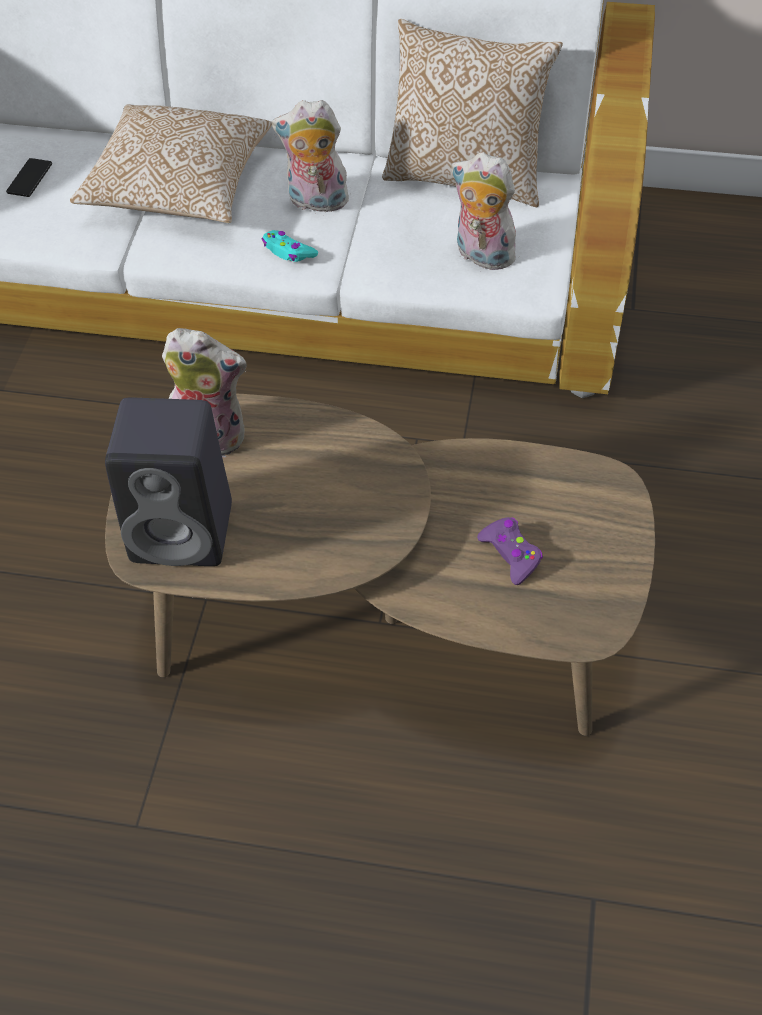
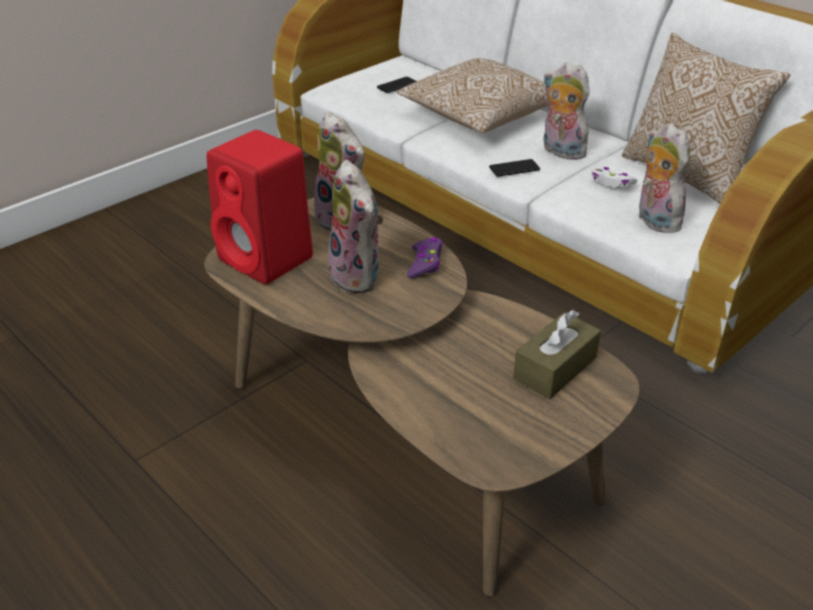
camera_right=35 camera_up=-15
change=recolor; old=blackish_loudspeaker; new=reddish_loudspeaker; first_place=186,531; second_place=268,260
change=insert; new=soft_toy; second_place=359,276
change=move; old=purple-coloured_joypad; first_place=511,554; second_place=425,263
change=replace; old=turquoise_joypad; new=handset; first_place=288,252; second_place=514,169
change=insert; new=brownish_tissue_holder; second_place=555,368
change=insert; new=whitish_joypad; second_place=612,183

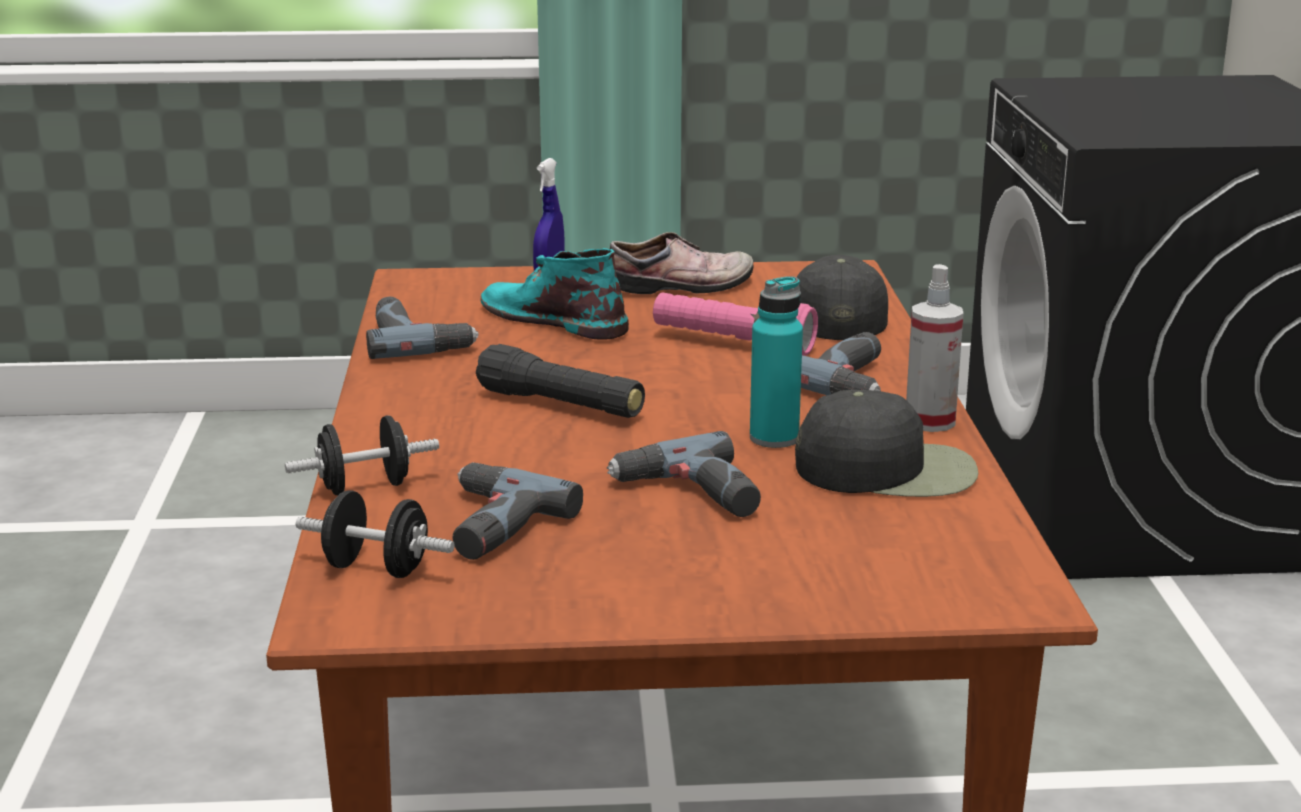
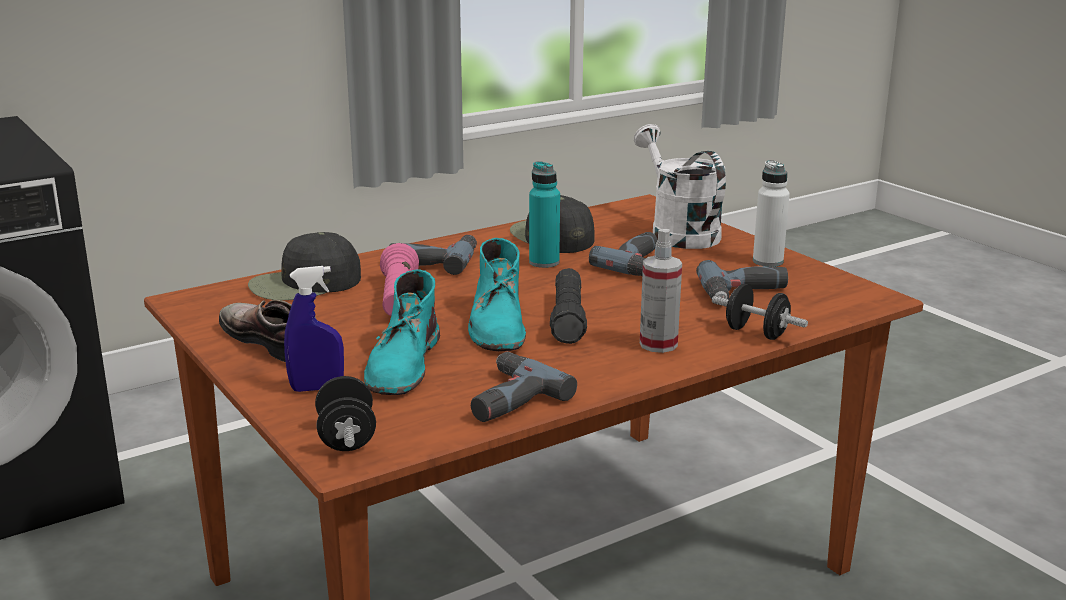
camera_right=-120 camera_up=0
change=move; old=blackish_dumbbell; first_place=377,569; second_place=346,438
change=insert; new=turquoise_high-top_boot; second_place=497,325
change=insert; new=whitish_watering_can; second_place=678,232
change=move; old=sprayer; first_place=930,422; second_place=658,344
change=insert; new=whitish_drink_bottle; second_place=767,261

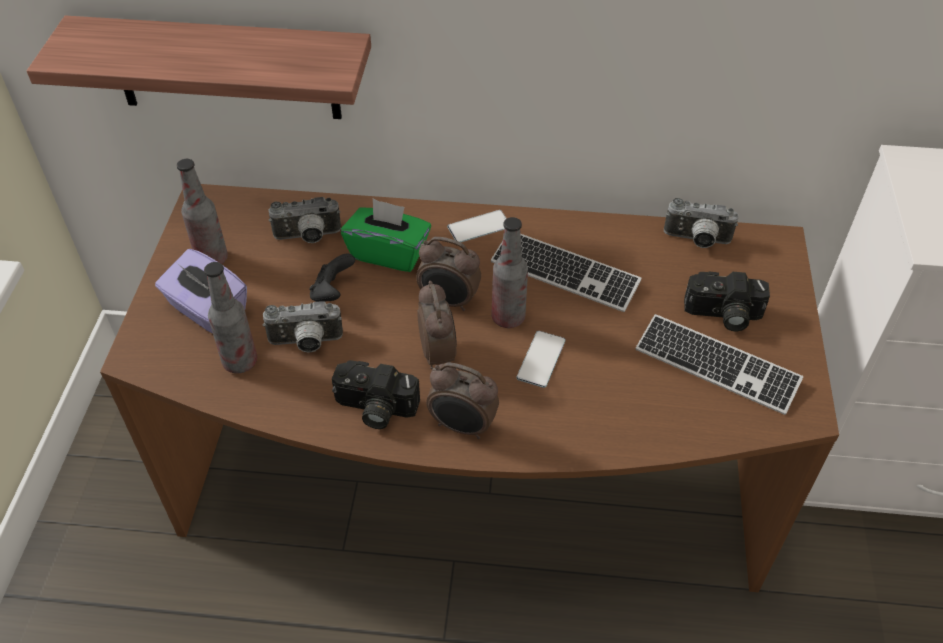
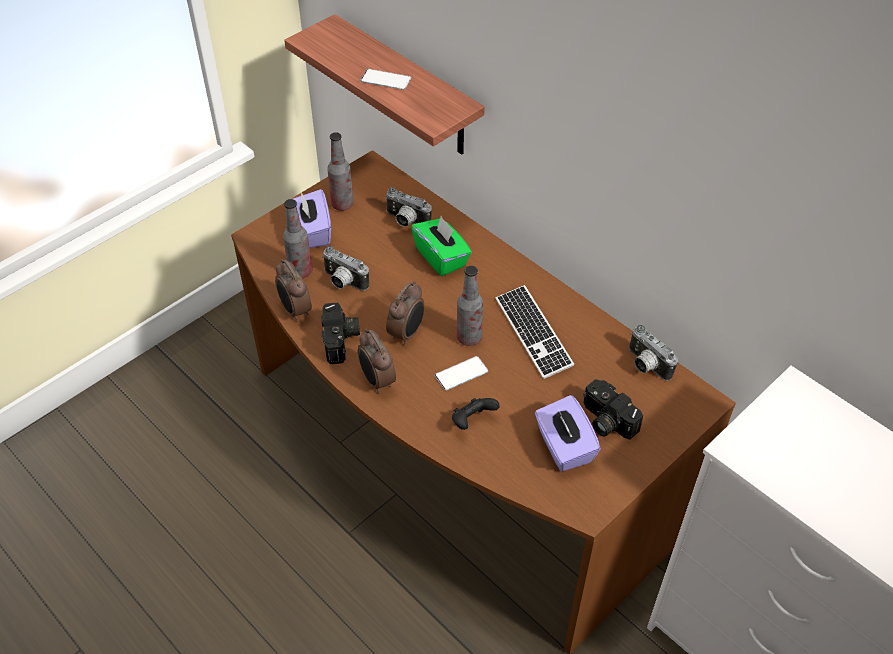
camera_right=40 camera_up=0
change=move; old=alarm_clock; first_place=449,301; second_place=295,310
change=rotate; old=photo_camera; first_place=374,408; second_place=342,340; degrees=-150
change=move; old=handset; first_place=479,227; second_place=386,80
change=move; old=blackish_joypad; first_place=332,293; second_place=472,421
change=replace; old=keyboard; new=purple-coloured_tissue_holder; first_place=716,366; second_place=563,447

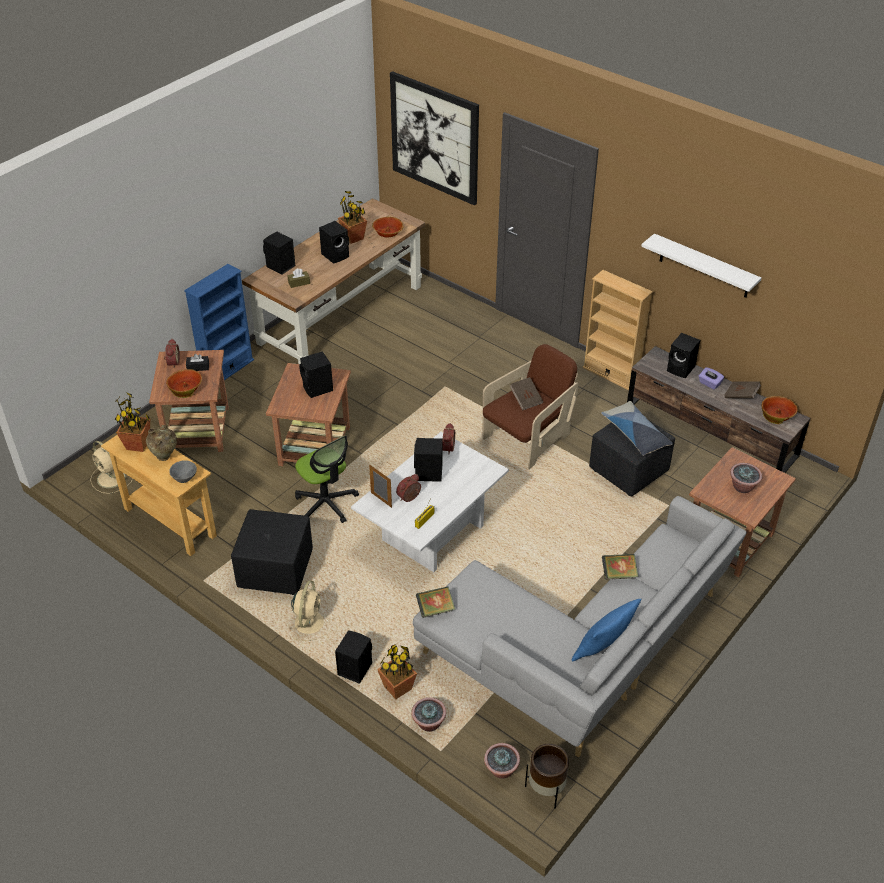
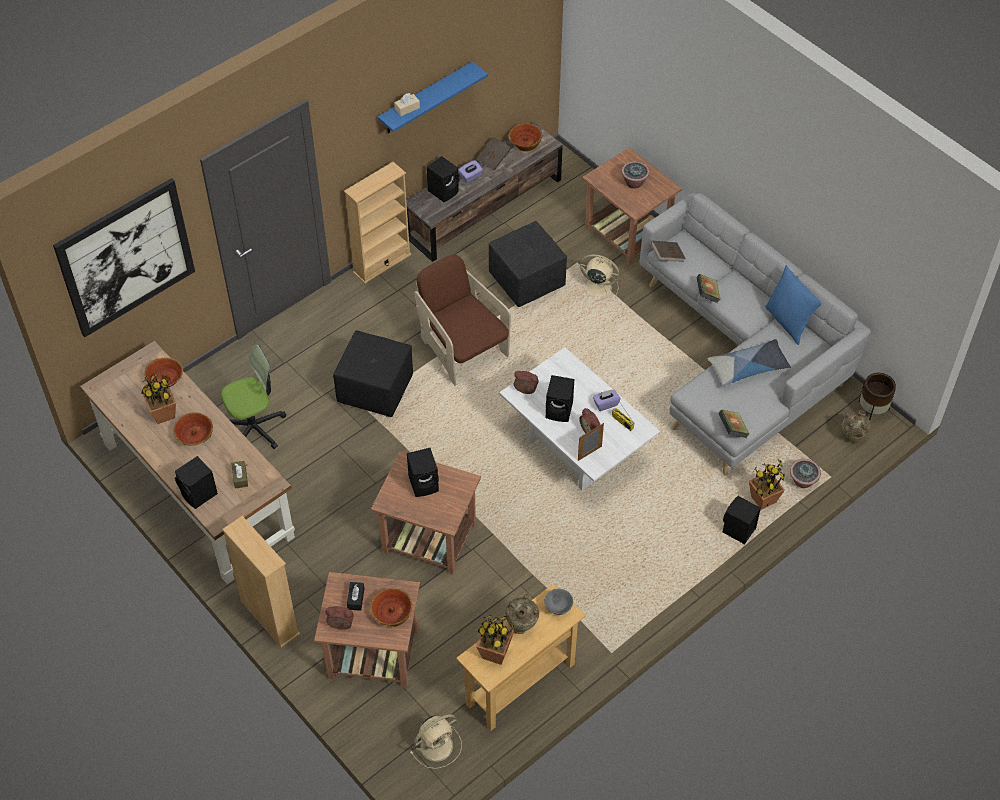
camera_right=-80 camera_up=10
change=replace; old=blackish_loudspeaker; new=deep_dish; first_place=336,255; second_place=194,435
change=move; old=computer_chair; first_place=326,504; second_place=254,427
change=recolor; old=bluish_bookshelf; new=sand-coloured_bookshelf; first_place=227,370; second_place=270,617
change=move; old=blackish_pouffe; first_place=276,570; second_place=375,390
change=recolor; old=whitish_shelf; new=bluish_shelf; first_place=704,266; second_place=426,99
change=insert; new=sand-coloured_tissue_holder; second_place=407,108
change=move; old=sand-coloured_fan; first_place=309,621; second_place=597,286
change=insert; new=purple-coloured_tissue_holder; second_place=605,404
change=move; old=brownish_book; first_place=526,399; second_place=667,256
change=move; old=pillow; first_place=635,434; second_place=748,368
change=replace; old=potted_plant; new=sand-coloured_vase; first_place=501,770; second_place=852,438

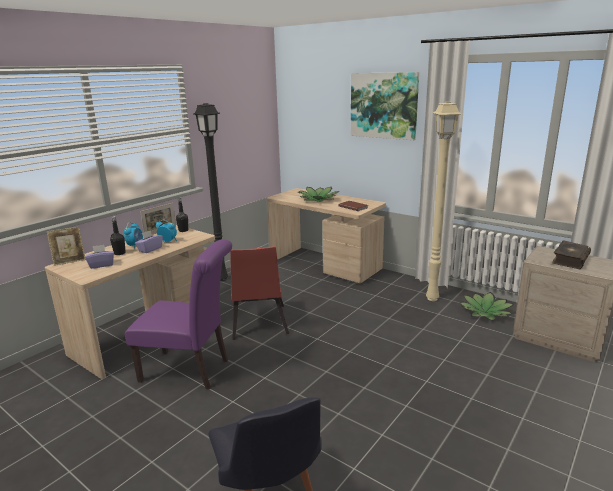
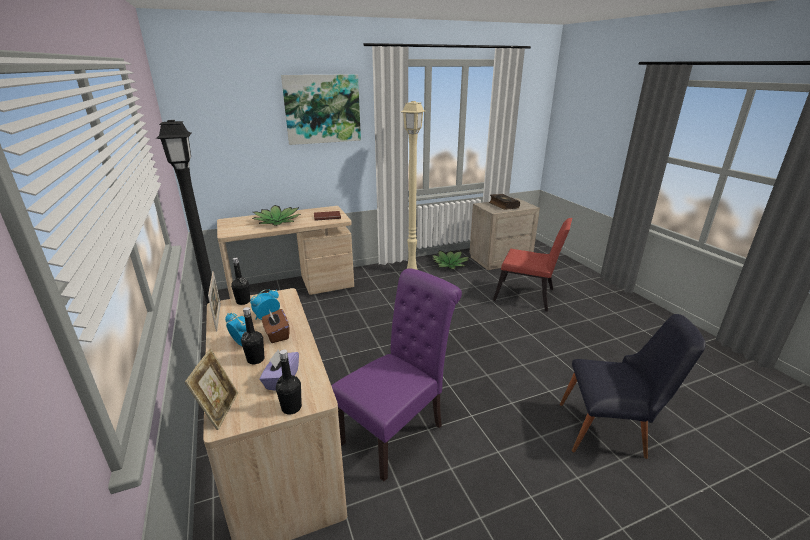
camera_right=-60 camera_up=5
change=recolor; old=purple-coloured_tissue_holder; new=brownish_tissue_holder; first_place=150,249; second_place=276,334
change=insert; new=blackish_drink_bottle; second_place=291,408
change=move; old=reddish_plain_chair; first_place=258,324; second_place=528,296

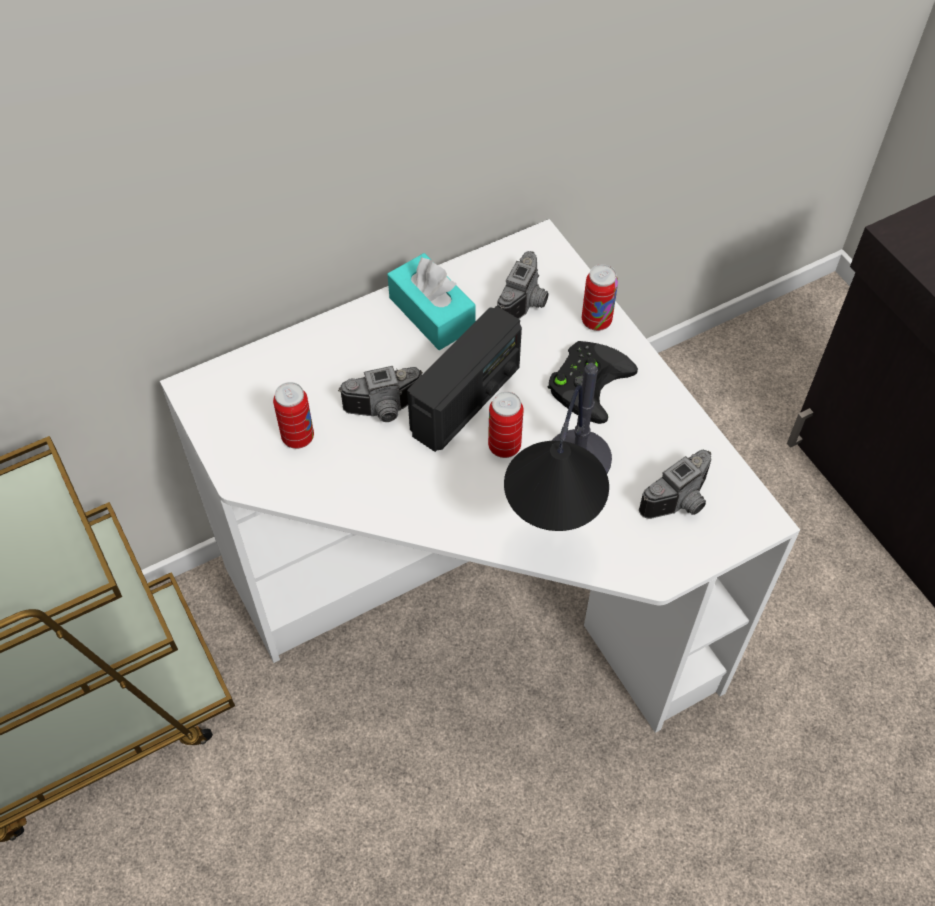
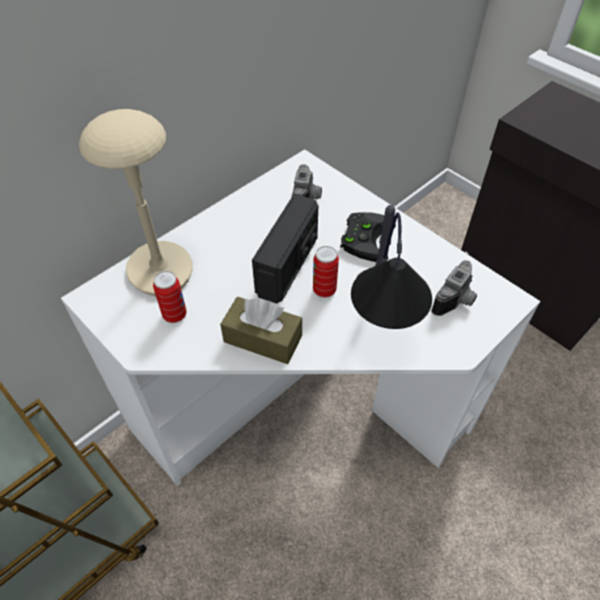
camera_right=-15 camera_up=-5
change=insert; new=sand-coloured_lamp_for_a_table; second_place=161,270
change=insert; new=brownish_tissue_holder; second_place=263,338
change=delete; old=photo_camera; first_place=385,410
change=delete; old=turquoise_tissue_holder; first_place=432,313
change=delete; old=can; first_place=596,321

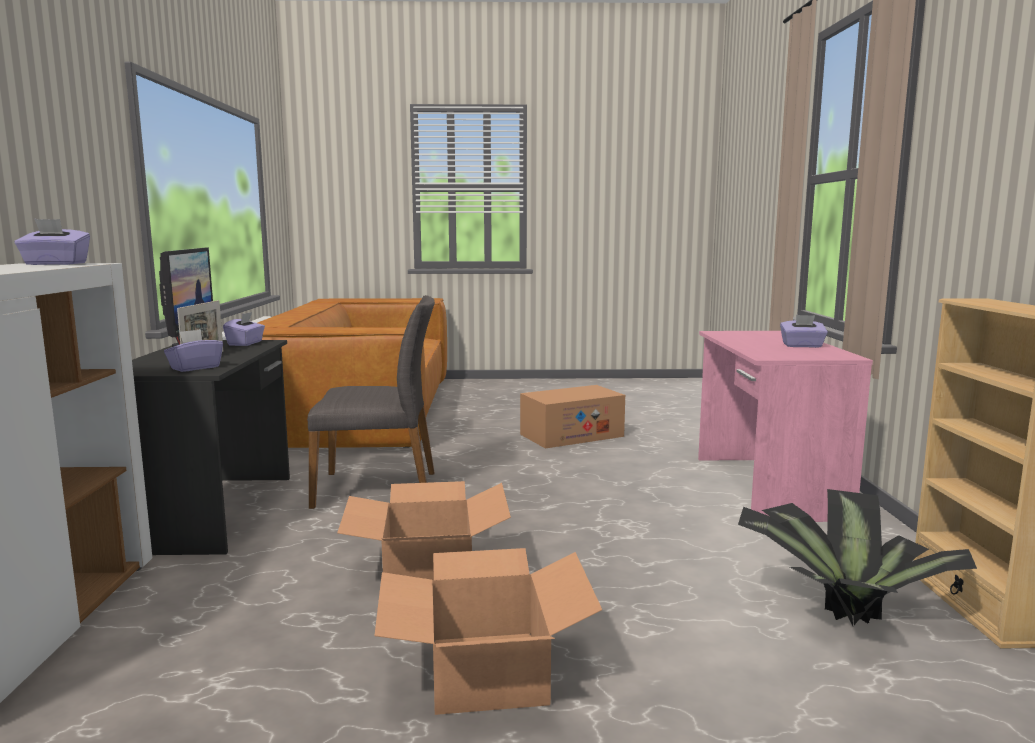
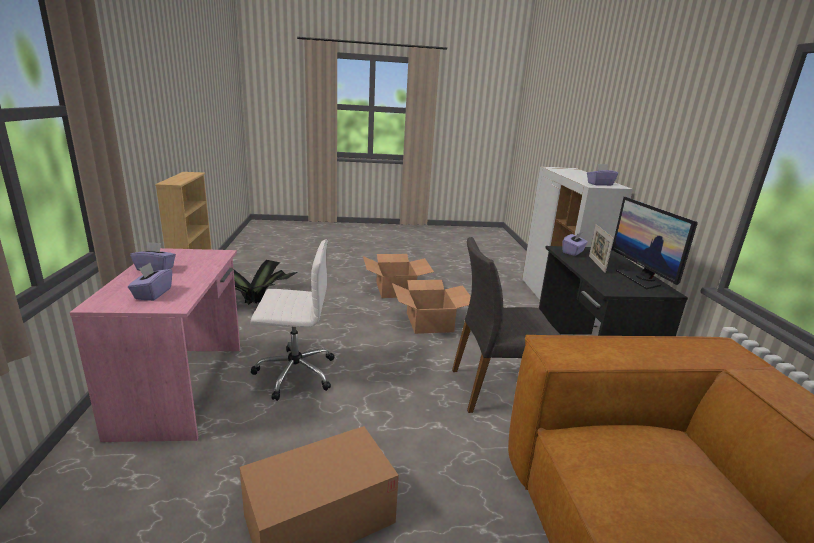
camera_right=175 camera_up=10
change=move; old=purple-coloured_tissue_holder; first_place=246,343; second_place=152,294
change=insert; new=whitish_computer_chair; second_place=294,373

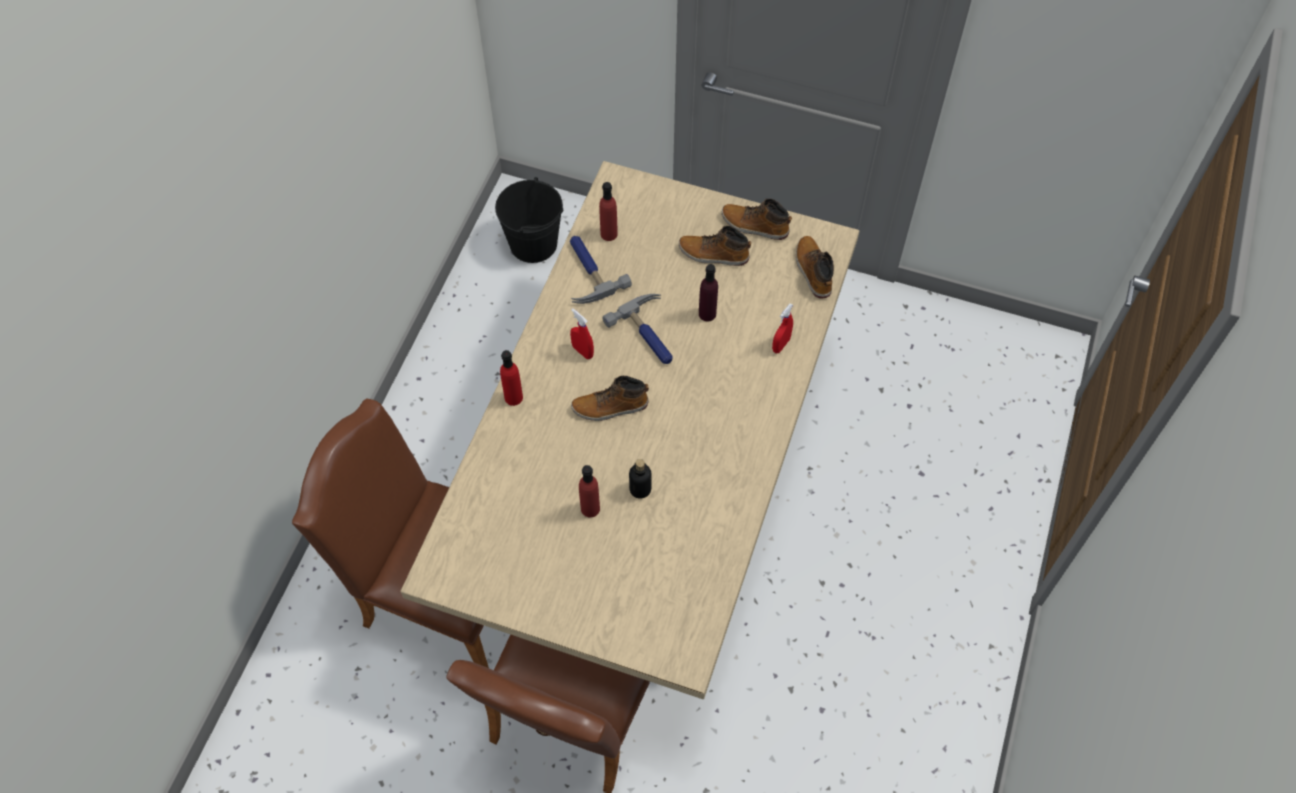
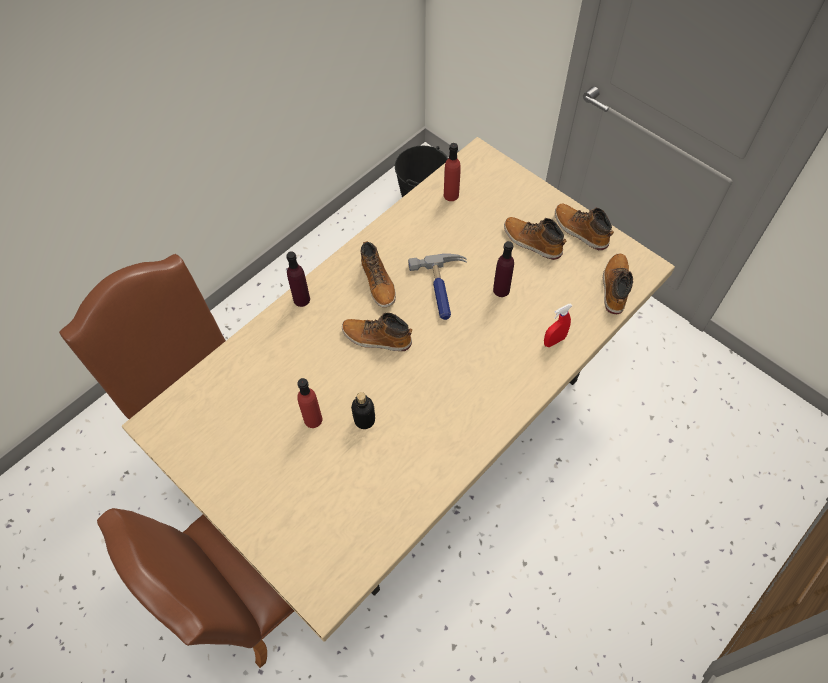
camera_right=25 camera_up=0
change=recolor; old=reddish_drink_bottle; new=purple-coloured_drink_bottle; first_place=513,397; second_place=301,299
change=replace; old=reddish_sprayer; new=high-top_boot; first_place=582,351; second_place=378,282
change=delete; old=hammer; first_place=587,271

